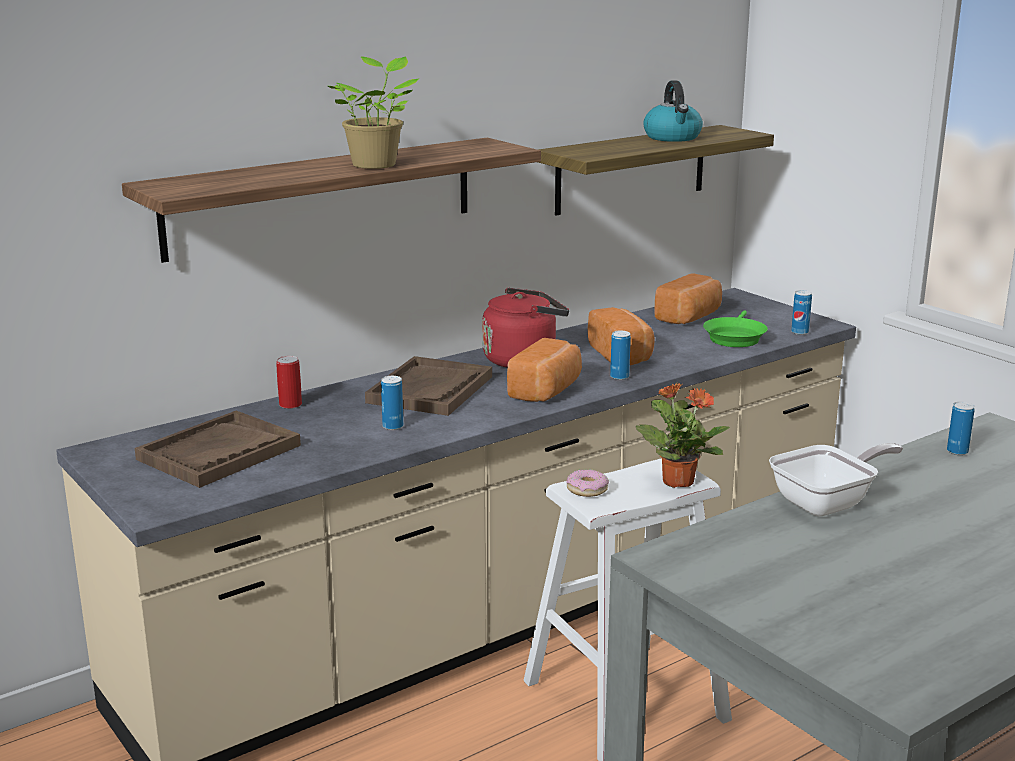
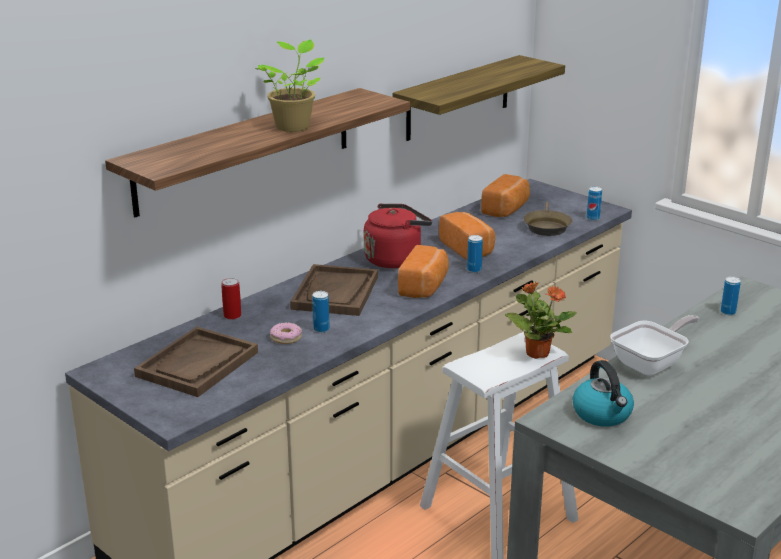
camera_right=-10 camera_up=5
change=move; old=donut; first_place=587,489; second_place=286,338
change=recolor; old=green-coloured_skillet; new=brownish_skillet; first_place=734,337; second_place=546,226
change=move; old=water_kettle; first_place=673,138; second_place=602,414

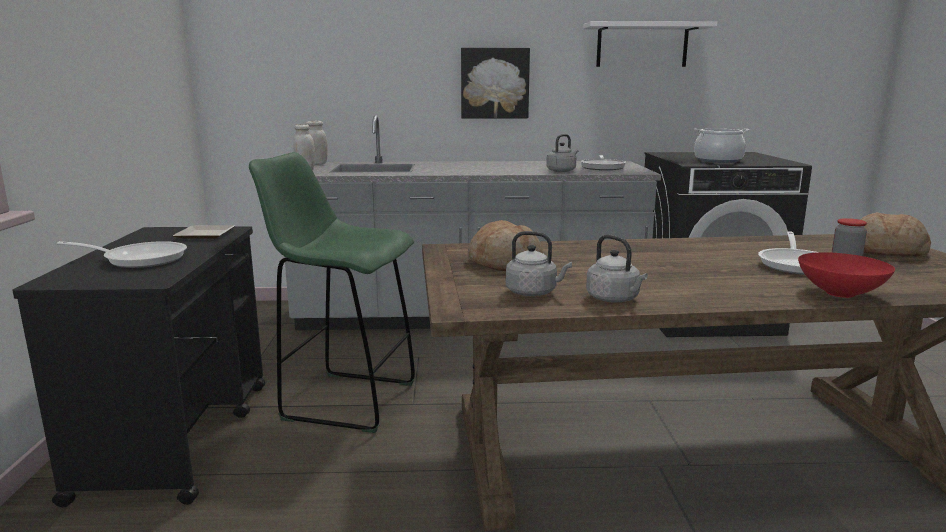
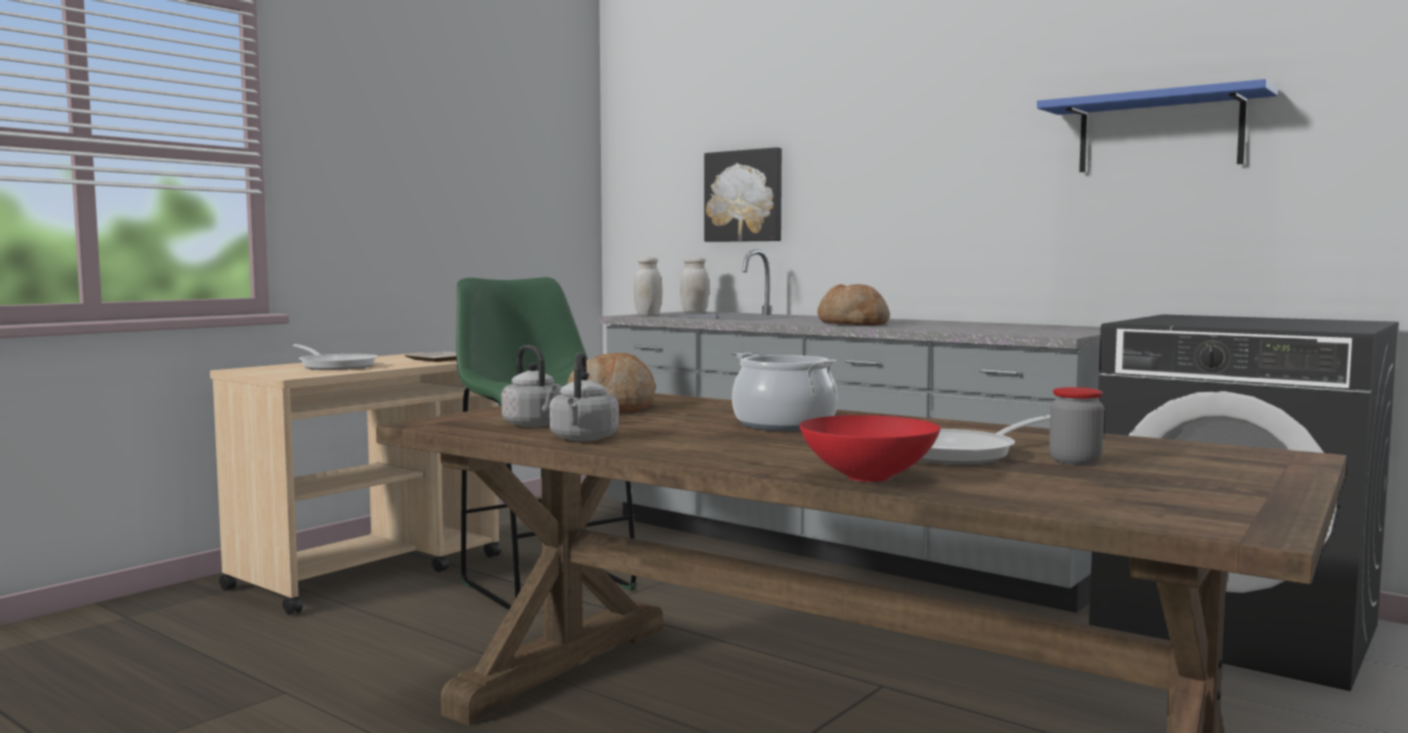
camera_right=40 camera_up=-10
change=recolor; old=blackish_trolley; new=sand-coloured_trolley; first_place=179,437; second_place=370,571
change=move; old=wall_picture; first_place=494,83; second_place=744,196
change=move; old=saucepot; first_place=718,160; second_place=784,424
change=move; old=bakery_bread; first_place=885,251; second_place=853,324
change=recolor; old=whitish_shelf; new=bluish_shelf; first_place=642,45; second_place=1159,133
change=delete; old=gray_water_kettle; first_place=562,171
change=delete; old=skillet; first_place=602,167

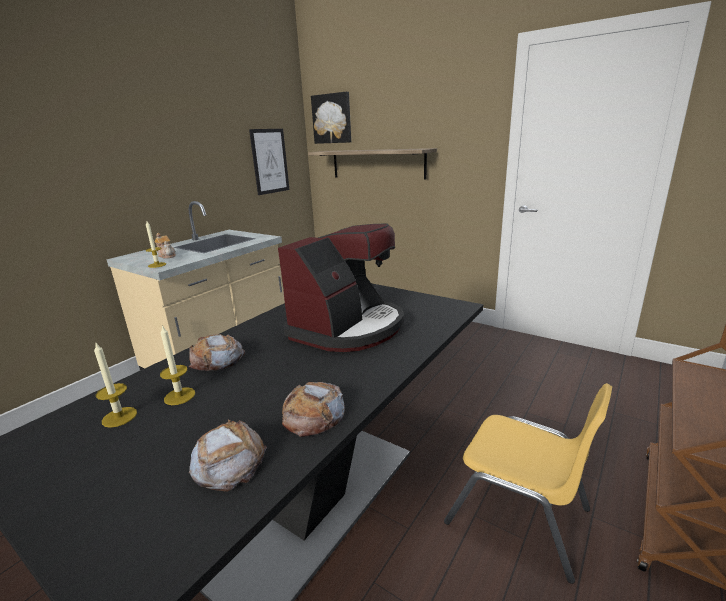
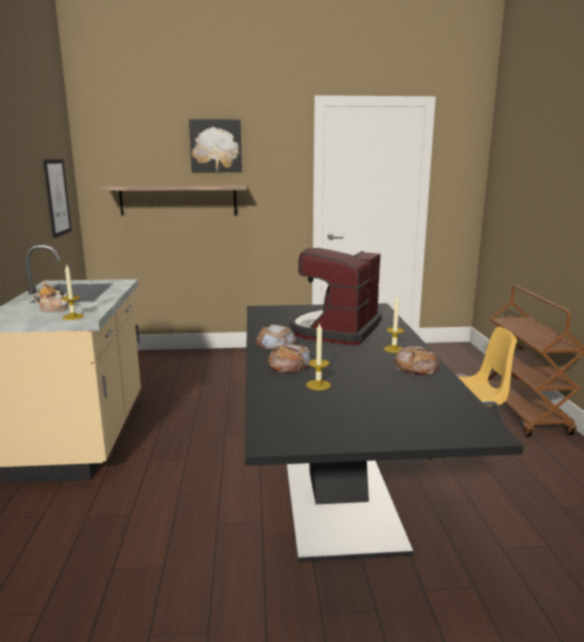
camera_right=-40 camera_up=-5
change=move; old=wall_picture; first_place=332,118; second_place=216,146
change=move; old=bakery_bread; first_place=228,461; second_place=275,344
change=rotate; old=coffee_brewer; first_place=348,328; second_place=335,330; degrees=-150
change=move; old=wax_candle; first_place=119,417; second_place=394,349

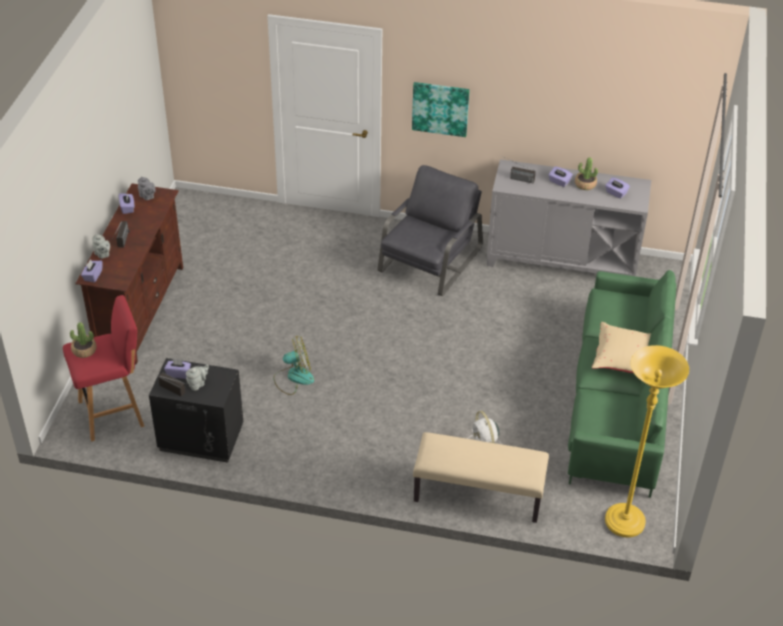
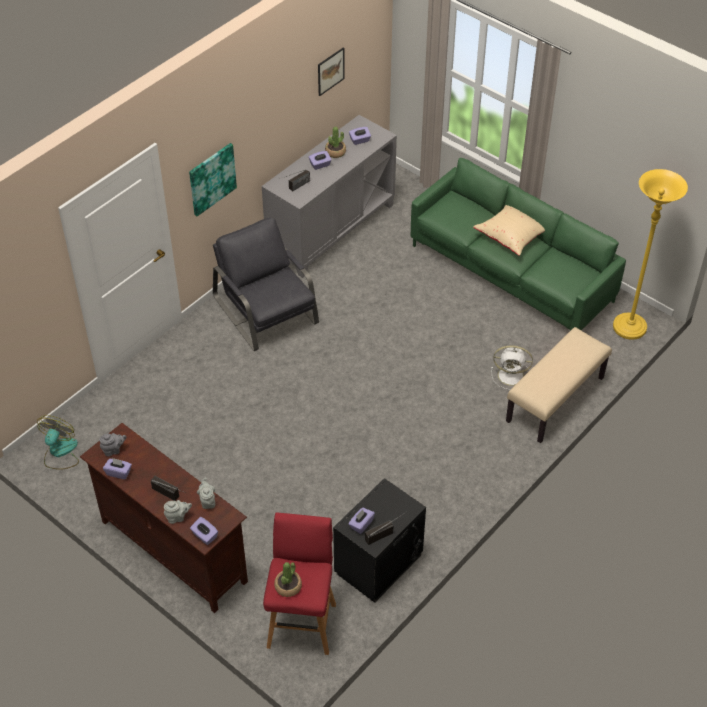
camera_right=-60 camera_up=5
change=move; old=fan; first_place=293,377; second_place=60,453
change=move; old=gray_tea_pot; first_place=198,384; second_place=207,501
change=insert; new=wall_picture; second_place=330,71

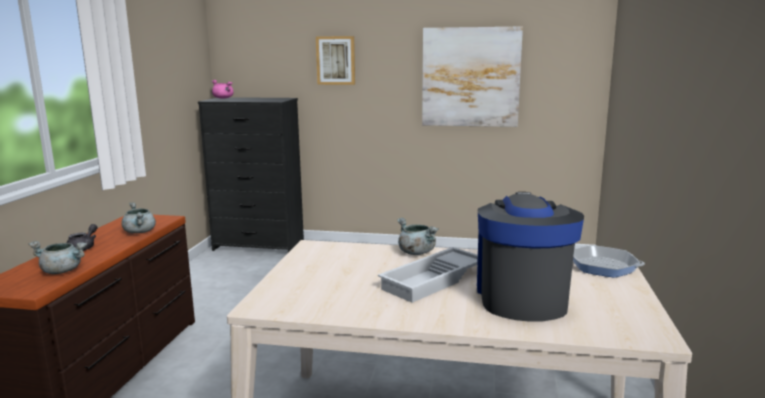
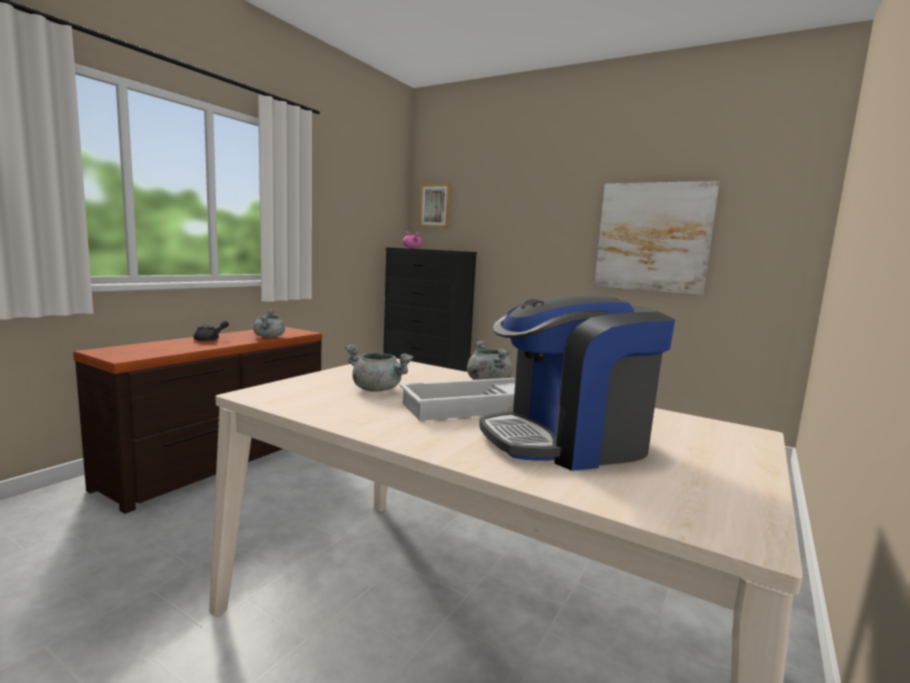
camera_right=20 camera_up=-5
change=move; old=gray_saucepot; first_place=63,271; second_place=378,389
change=move; old=wall_picture; first_place=336,60; second_place=435,206
change=rotate; old=coffee_brewer; first_place=521,296; second_place=568,441; degrees=-135
change=delete; old=skillet; first_place=603,266

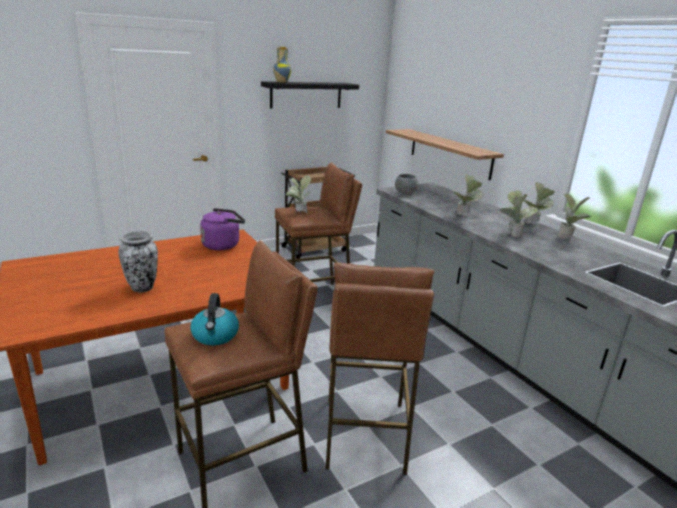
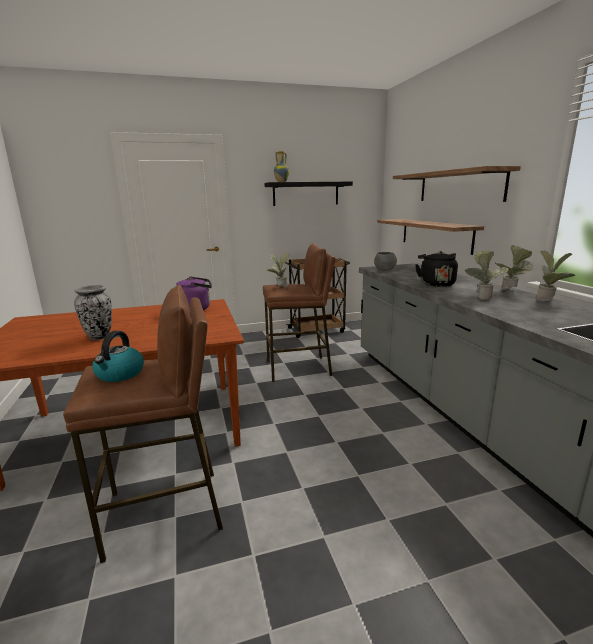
camera_right=15 camera_up=-5
change=insert; new=shelf; second_place=459,186
change=replace; old=potted_plant; new=blackish_water_kettle; first_place=464,215; second_place=435,284
change=delete; old=brownish_stool_seat; first_place=364,434

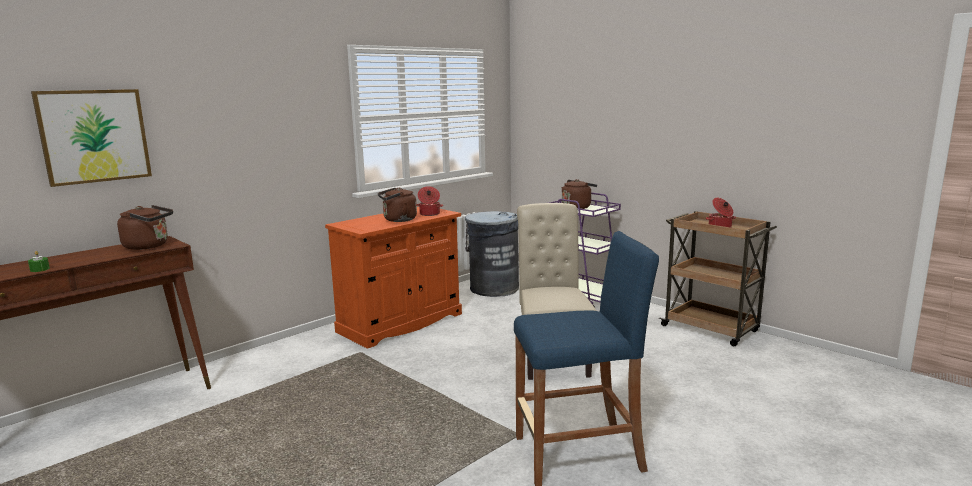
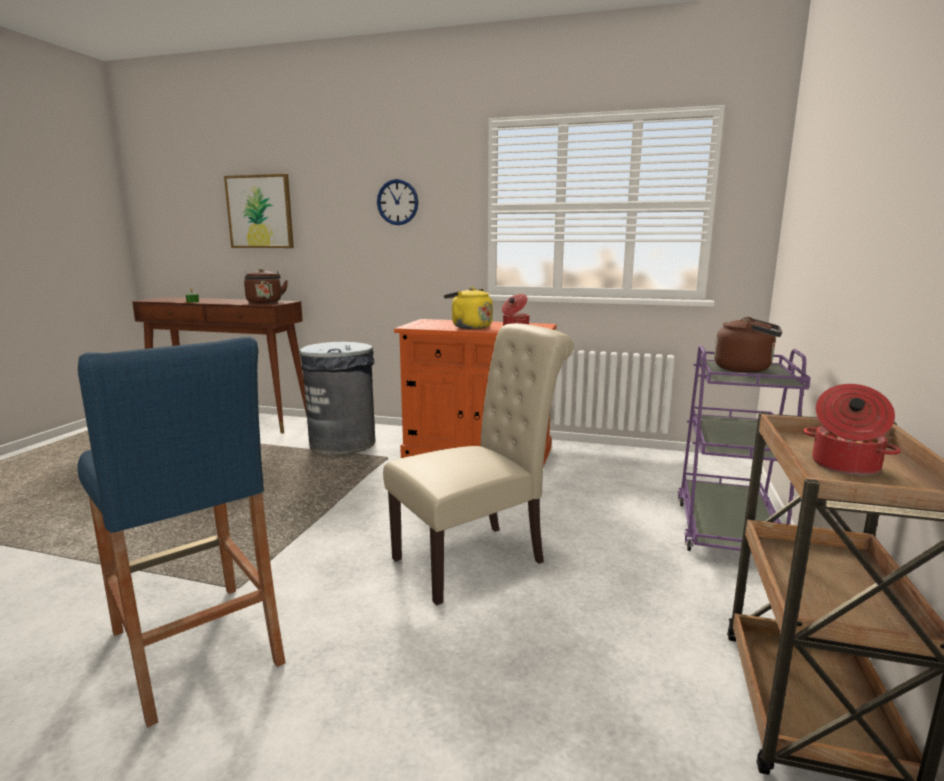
camera_right=60 camera_up=0
change=move; old=gray_rubbish_bin; first_place=494,288; second_place=343,444
change=insert; new=clock_on_the_wall; second_place=397,202
change=recolor; old=brownish_water_kettle; new=yellow-coloured_water_kettle; first_place=398,220; second_place=469,327

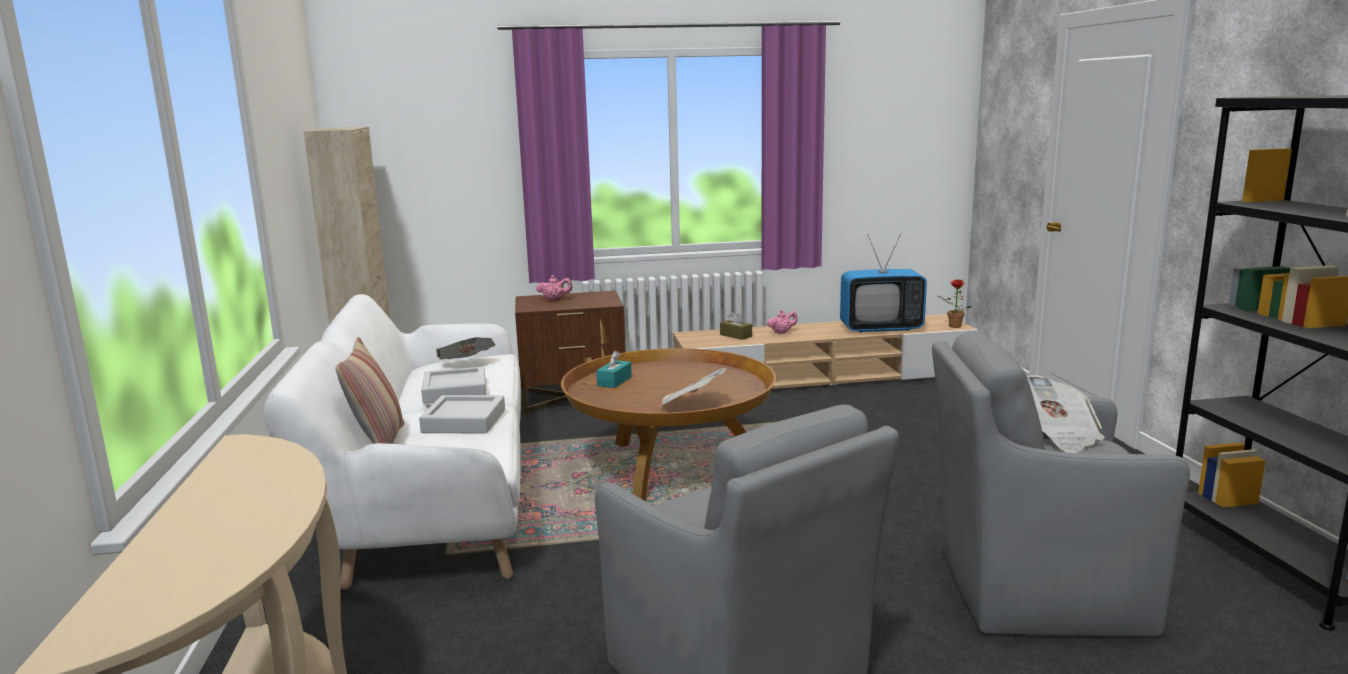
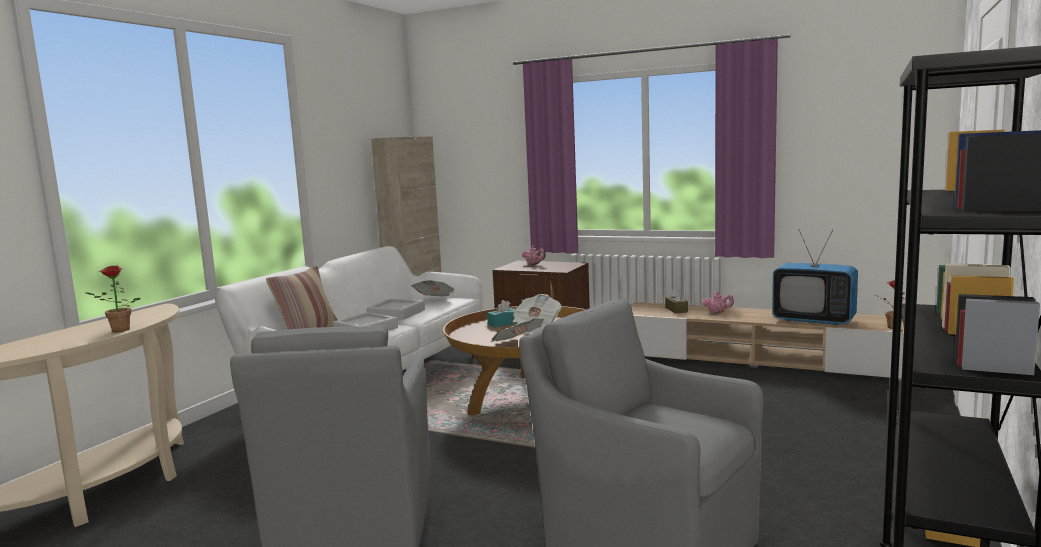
camera_right=35 camera_up=-5
change=insert; new=potted_plant; second_place=117,331
change=move; old=newspaper; first_place=1055,436; second_place=535,328

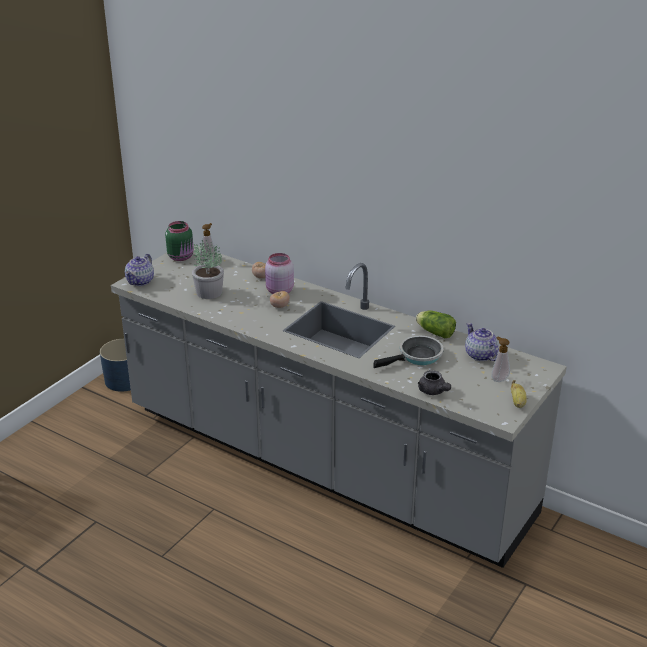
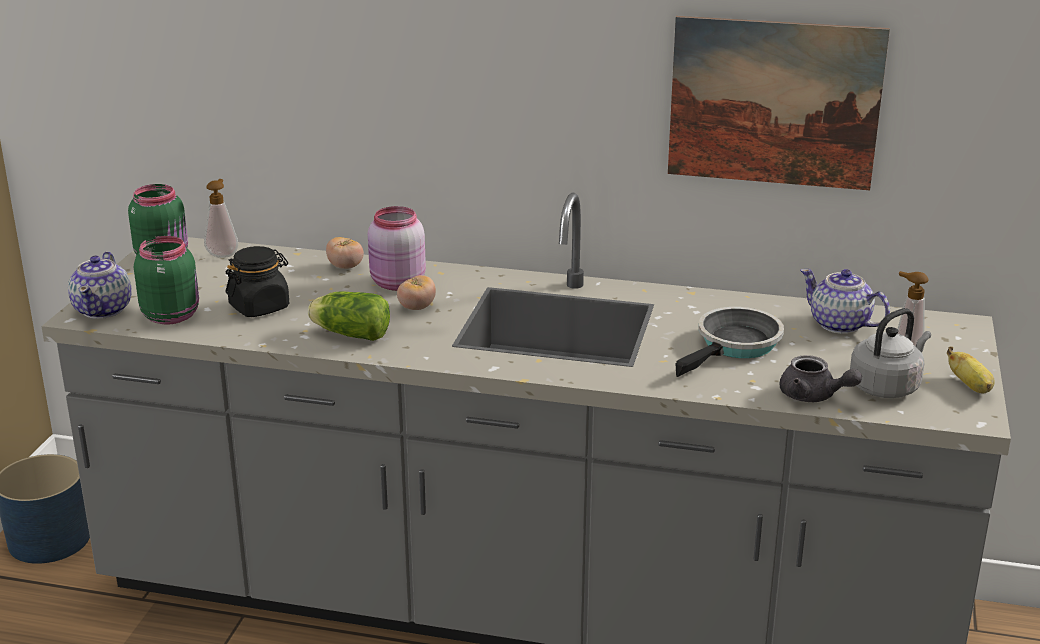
camera_right=-20 camera_up=-5
change=insert; new=green-coloured_preserve_jar; second_place=172,315
change=replace; old=potted_plant; new=blackish_preserve_jar; first_place=209,292; second_place=260,307
change=move; old=lettuce; first_place=434,332; second_place=349,334
change=insert; new=wall_picture; second_place=774,103
change=insert; new=gray_water_kettle; second_place=887,386

